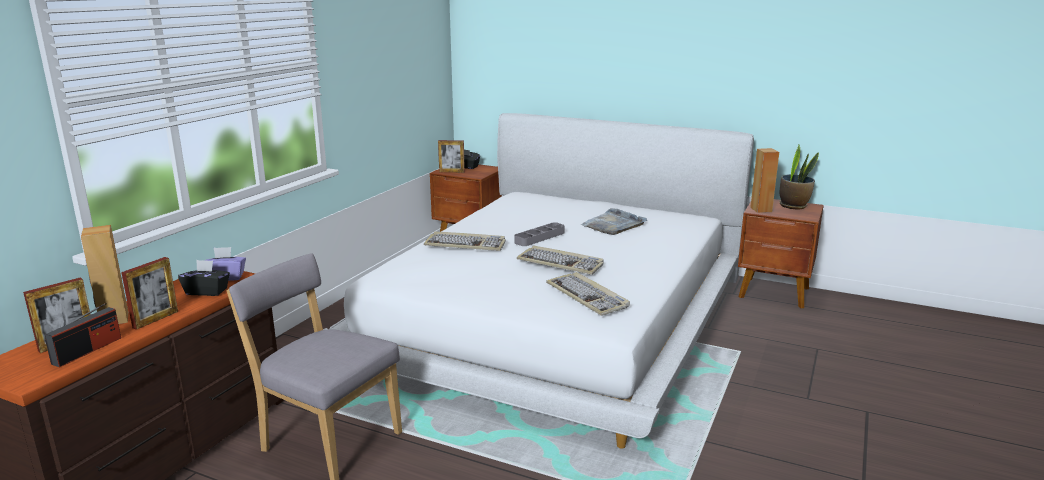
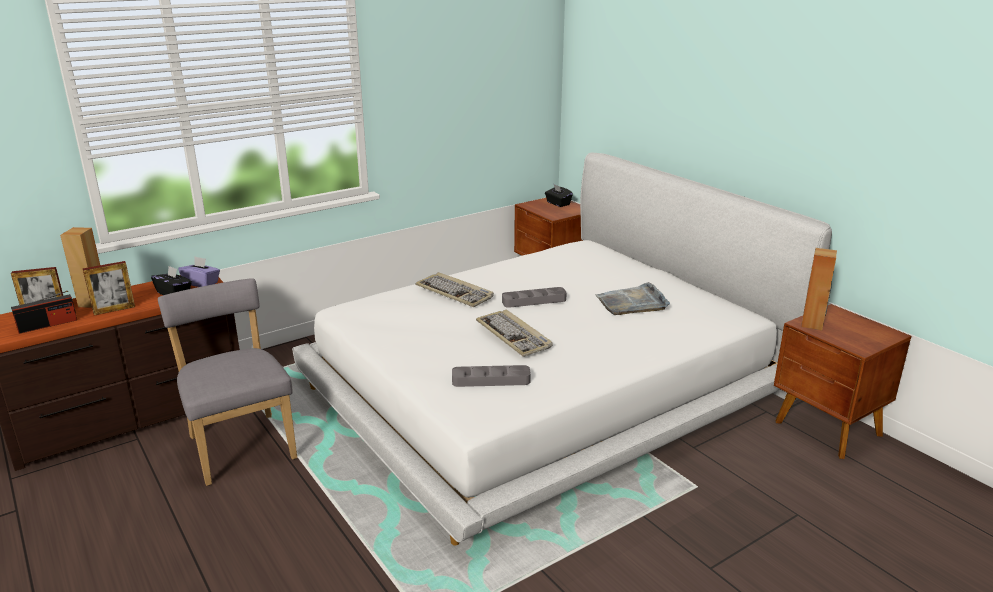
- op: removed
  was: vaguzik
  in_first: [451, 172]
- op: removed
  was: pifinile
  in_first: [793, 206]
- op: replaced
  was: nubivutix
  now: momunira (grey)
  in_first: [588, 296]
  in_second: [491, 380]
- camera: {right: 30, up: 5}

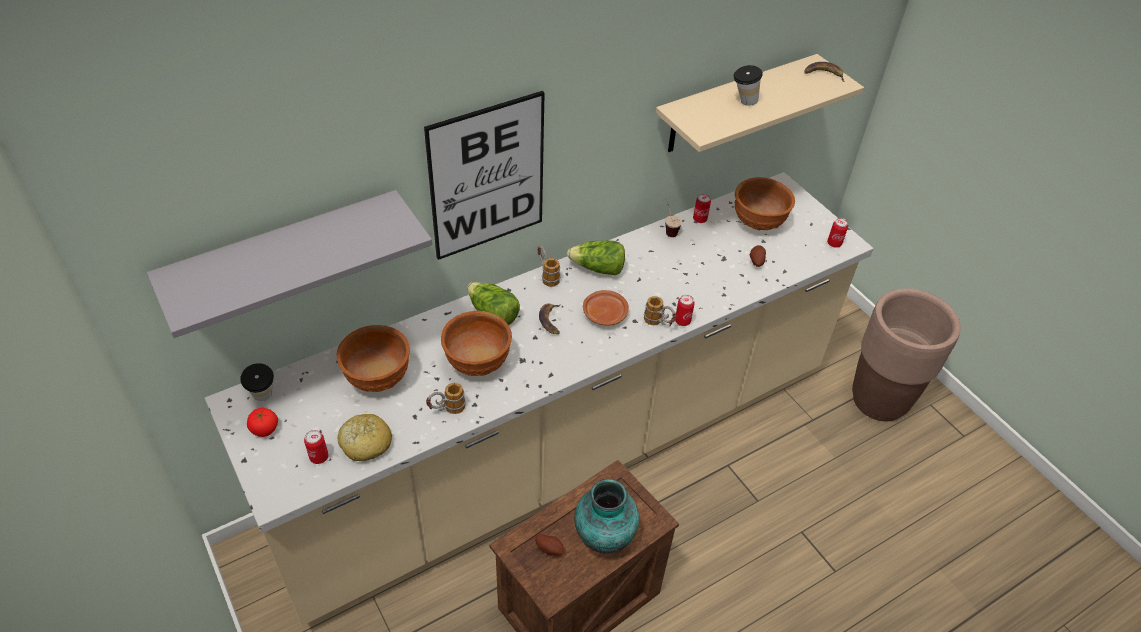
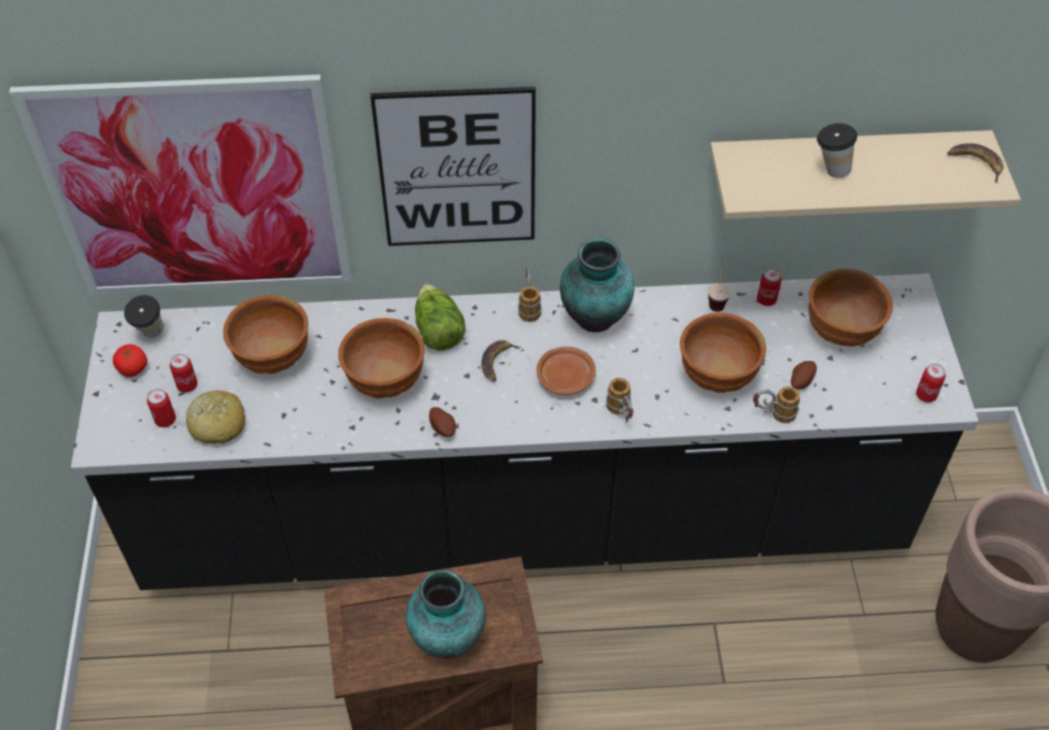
- op: added
  now: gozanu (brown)
  in_second: [716, 375]
- op: moved
  was: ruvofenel
  in_first: [446, 410]
  in_second: [772, 414]
- op: moved
  was: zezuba
  in_first: [550, 548]
  in_second: [443, 428]
- op: moved
  was: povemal
  in_first: [682, 321]
  in_second: [187, 385]
- op: replaced
  was: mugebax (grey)
  now: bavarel
  in_first: [284, 255]
  in_second: [196, 190]
- op: replaced
  was: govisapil
  now: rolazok
  in_first: [598, 268]
  in_second: [595, 319]
- op: recoloured
  was: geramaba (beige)
  now: geramaba (black)
  in_first: [562, 452]
  in_second: [524, 522]
- camera: {right: 30, up: 5}

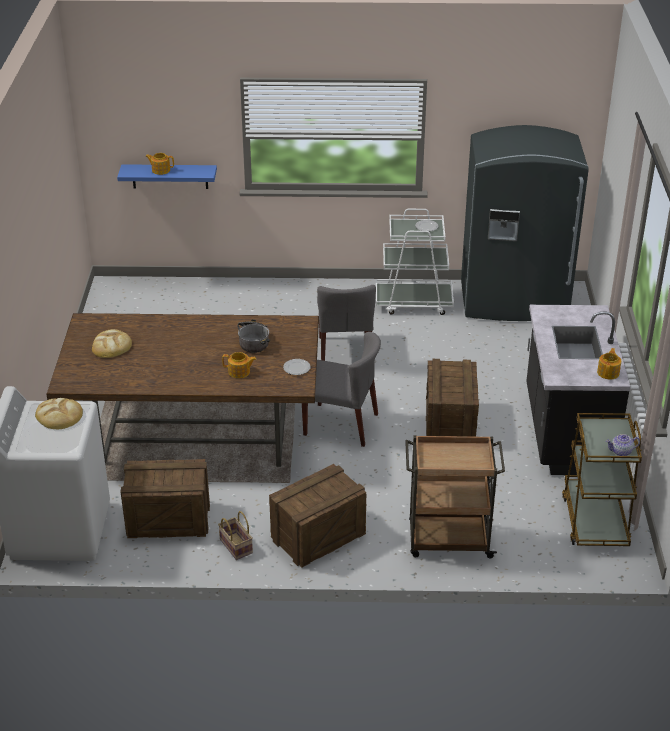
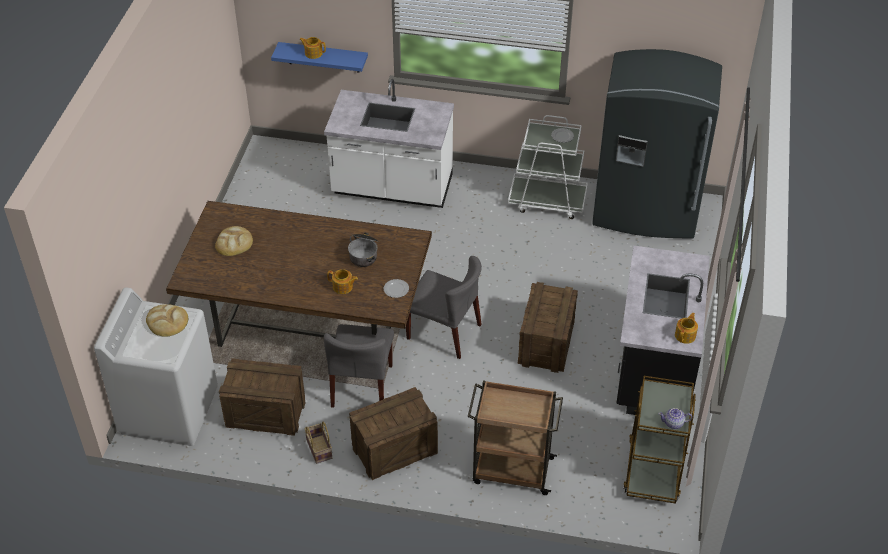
- op: added
  now: geramaba (white)
  in_second: [392, 188]
- op: moved
  was: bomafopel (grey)
  in_first: [345, 353]
  in_second: [362, 386]
- camera: {right: 10, up: 10}

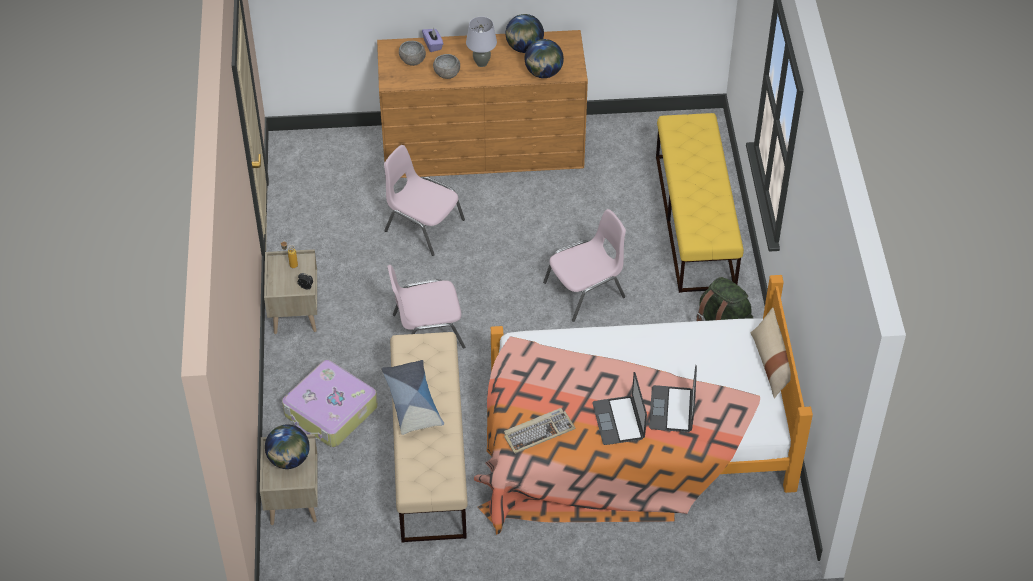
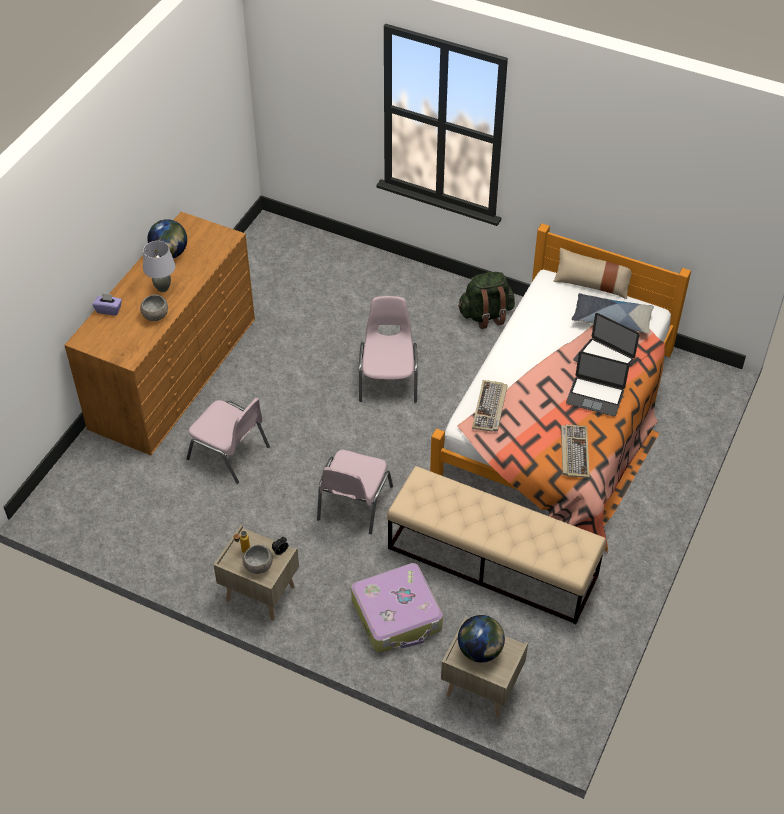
- op: removed
  was: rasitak
  in_first: [543, 73]
- op: removed
  was: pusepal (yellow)
  in_first: [695, 221]
- op: added
  now: nubivutix
  in_second: [490, 408]
- op: moved
  was: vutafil
  in_first: [412, 402]
  in_second: [611, 319]
- op: moved
  was: gozanu (grey)
  in_first: [413, 61]
  in_second: [259, 566]
- op: turned
  was: bomafopel (pink)
  in_first: [423, 225]
  in_second: [230, 453]
  clockwise: -120
- camera: {right: -60, up: 0}

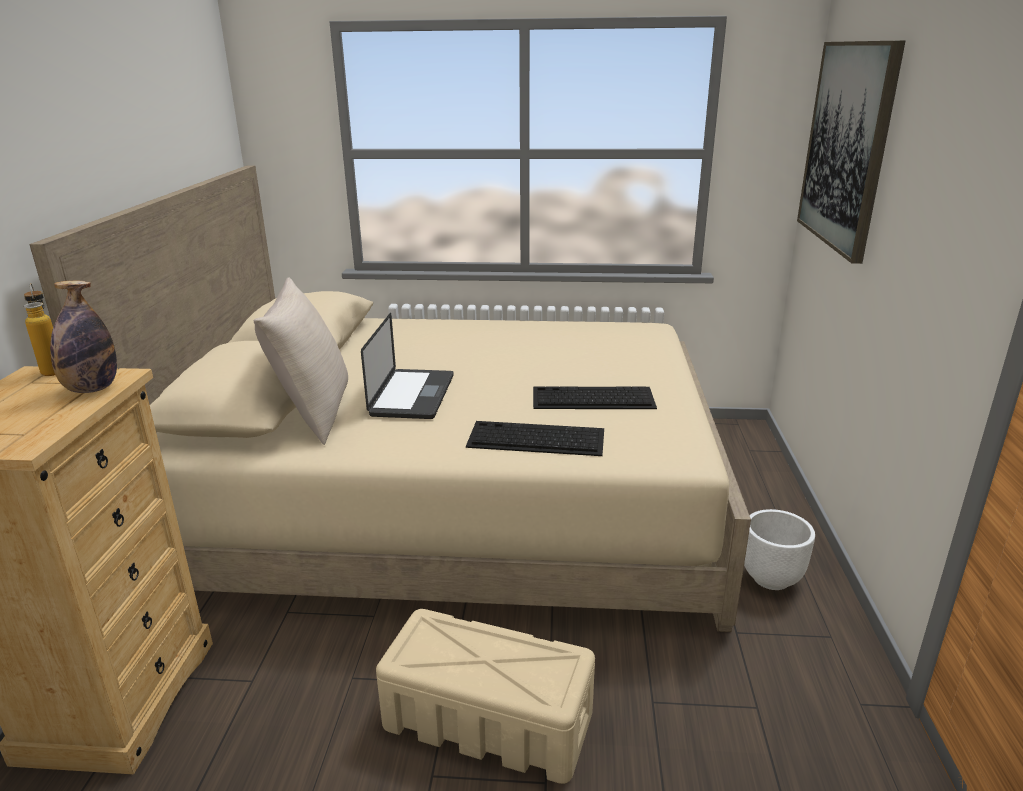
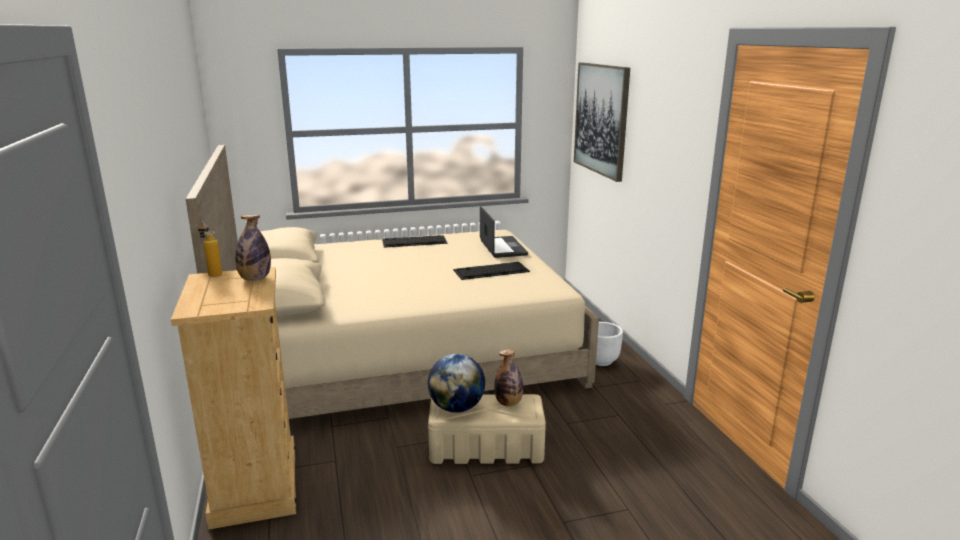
- op: removed
  was: vutafil (beige)
  in_first: [313, 414]
- op: added
  now: rasitak
  in_second: [456, 408]
- op: added
  now: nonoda
  in_second: [508, 403]
- op: moved
  was: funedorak
  in_first: [412, 395]
  in_second: [503, 248]
- op: moved
  was: nubivutix
  in_first: [534, 438]
  in_second: [413, 241]
- camera: {right: -20, up: -5}

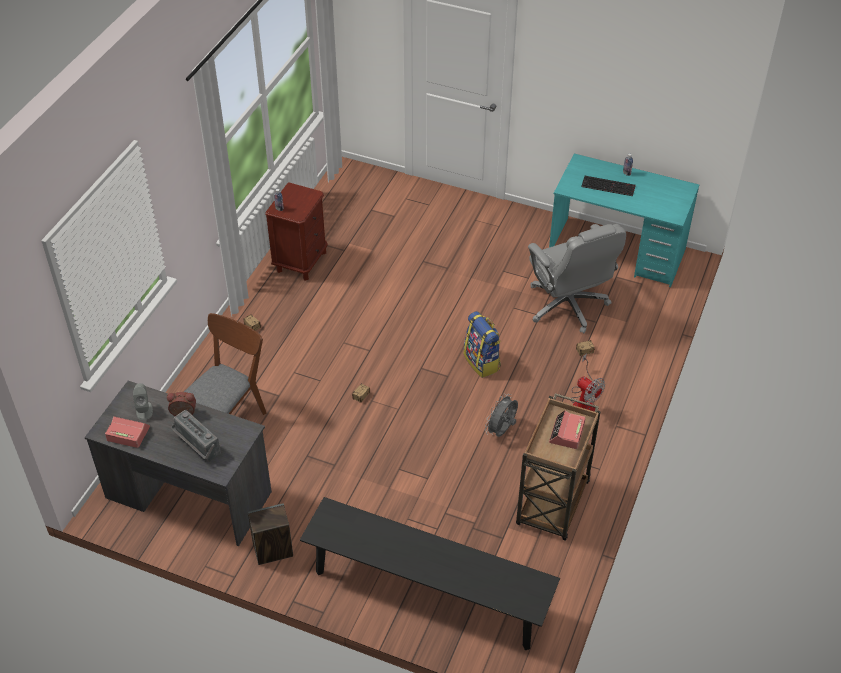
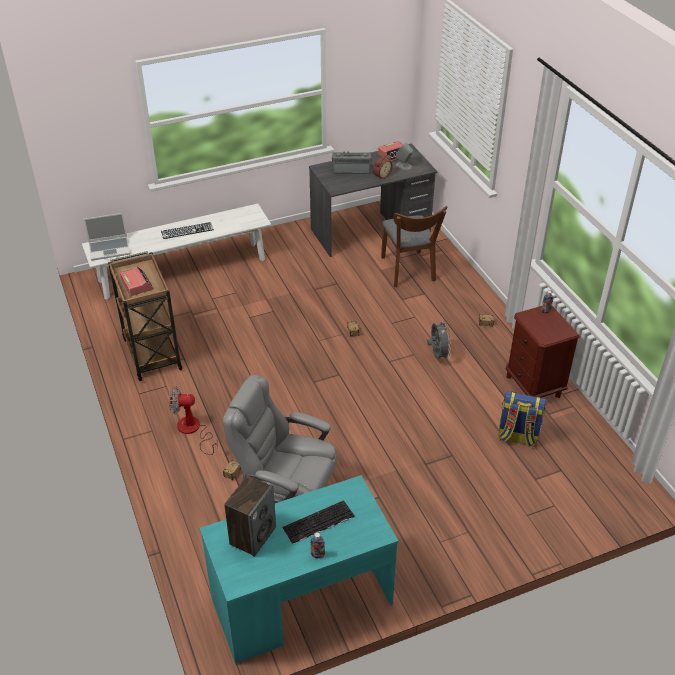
- op: added
  now: funedorak
  in_second: [110, 249]
- op: added
  now: nubivutix
  in_second: [187, 230]
- op: moved
  was: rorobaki
  in_first: [273, 551]
  in_second: [252, 535]
- op: moved
  was: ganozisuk
  in_first: [482, 362]
  in_second: [517, 437]
- op: moved
  was: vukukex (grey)
  in_first: [502, 431]
  in_second: [437, 356]
- op: recoloured
  was: pusepal (black)
  now: pusepal (white)
  in_first: [427, 593]
  in_second: [182, 270]
- camera: {right: 135, up: -5}

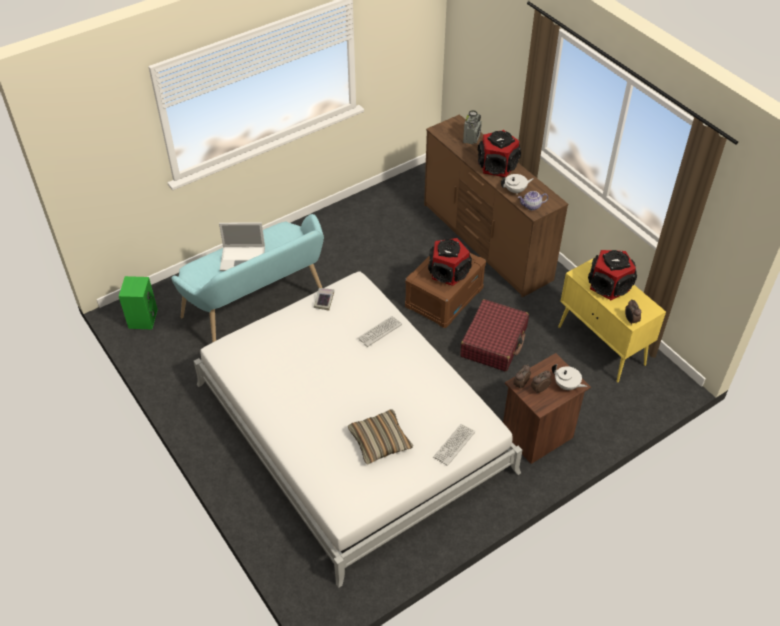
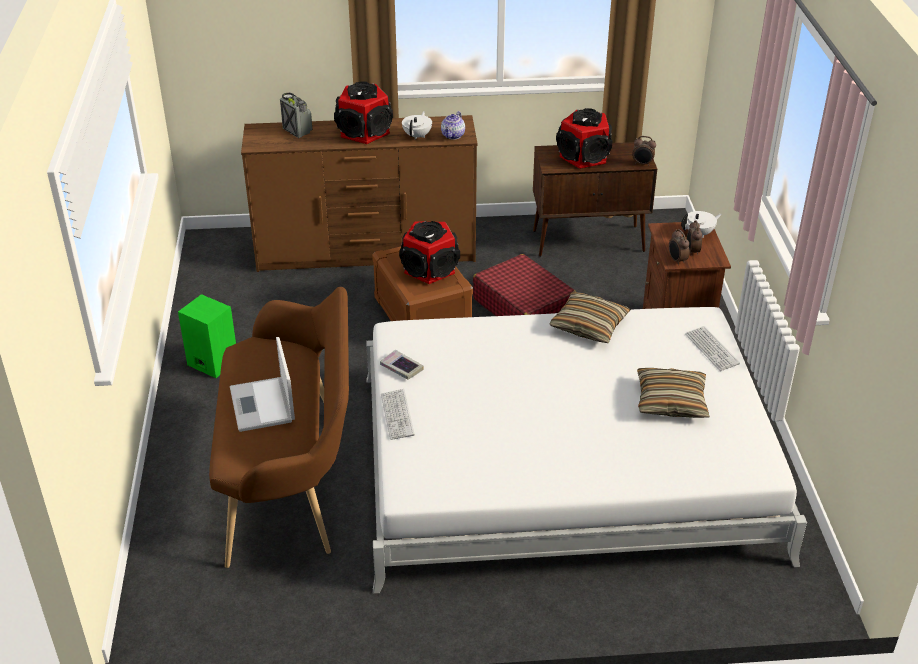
- op: added
  now: vutafil
  in_second: [589, 325]
- op: moved
  was: rorobaki (green)
  in_first: [142, 318]
  in_second: [211, 362]
- op: moved
  was: nubivutix
  in_first: [379, 331]
  in_second: [397, 415]
- op: recoloured
  was: pusepal (turquoise)
  now: pusepal (brown)
  in_first: [259, 311]
  in_second: [292, 480]
- op: recoloured
  was: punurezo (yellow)
  now: punurezo (brown)
  in_first: [602, 346]
  in_second: [589, 241]
- op: turned
  was: funedorak
  in_first: [243, 258]
  in_second: [262, 405]
  clockwise: 135
- camera: {right: -60, up: -10}

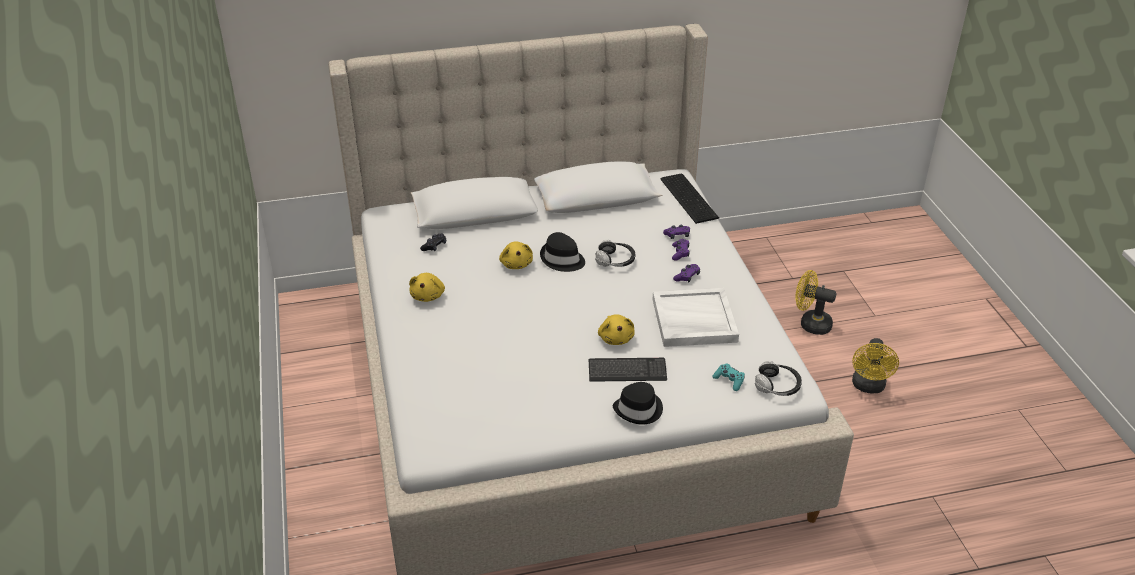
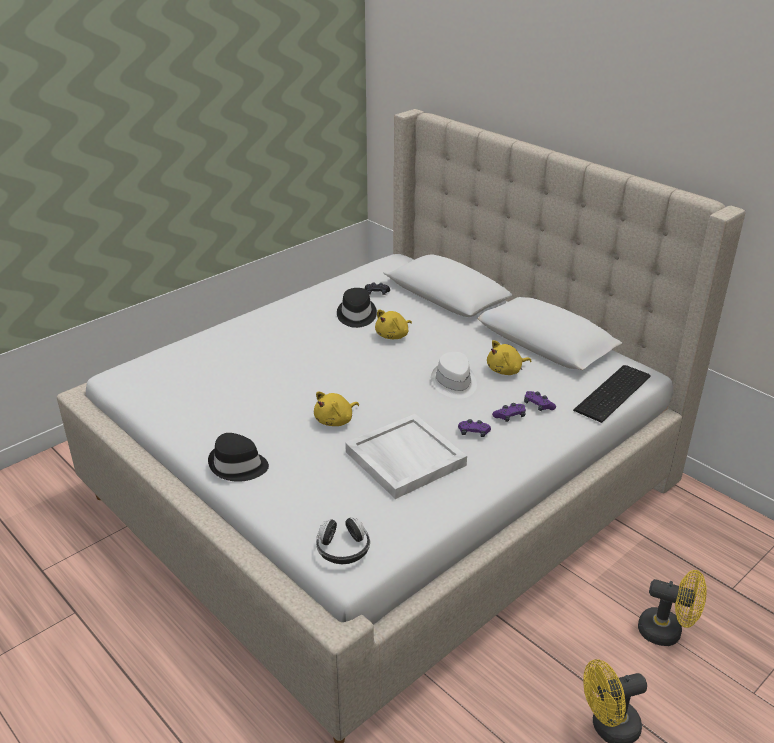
- op: removed
  was: nubivutix
  in_first: [627, 371]
- op: removed
  was: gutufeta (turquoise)
  in_first: [729, 380]
- op: moved
  was: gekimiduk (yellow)
  in_first: [428, 295]
  in_second: [506, 370]
- op: moved
  was: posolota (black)
  in_first: [562, 259]
  in_second: [356, 315]
- op: replaced
  was: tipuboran
  now: posolota (white)
  in_first: [615, 261]
  in_second: [454, 383]
- op: turned
  was: vukukex (yellow)
  in_first: [810, 324]
  in_second: [667, 632]
  clockwise: 120
- camera: {right: 60, up: -5}

